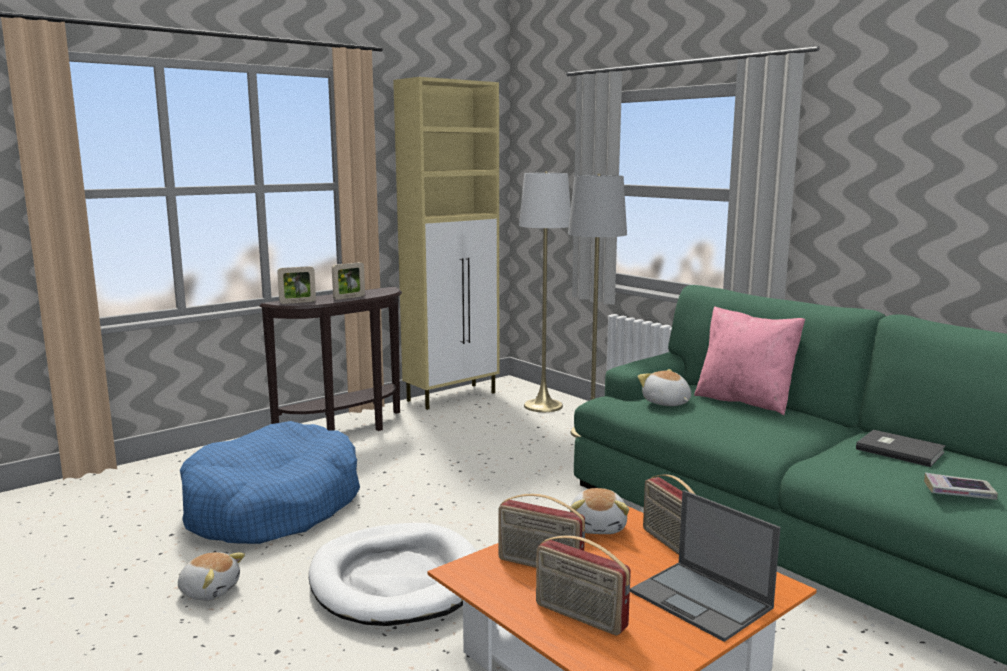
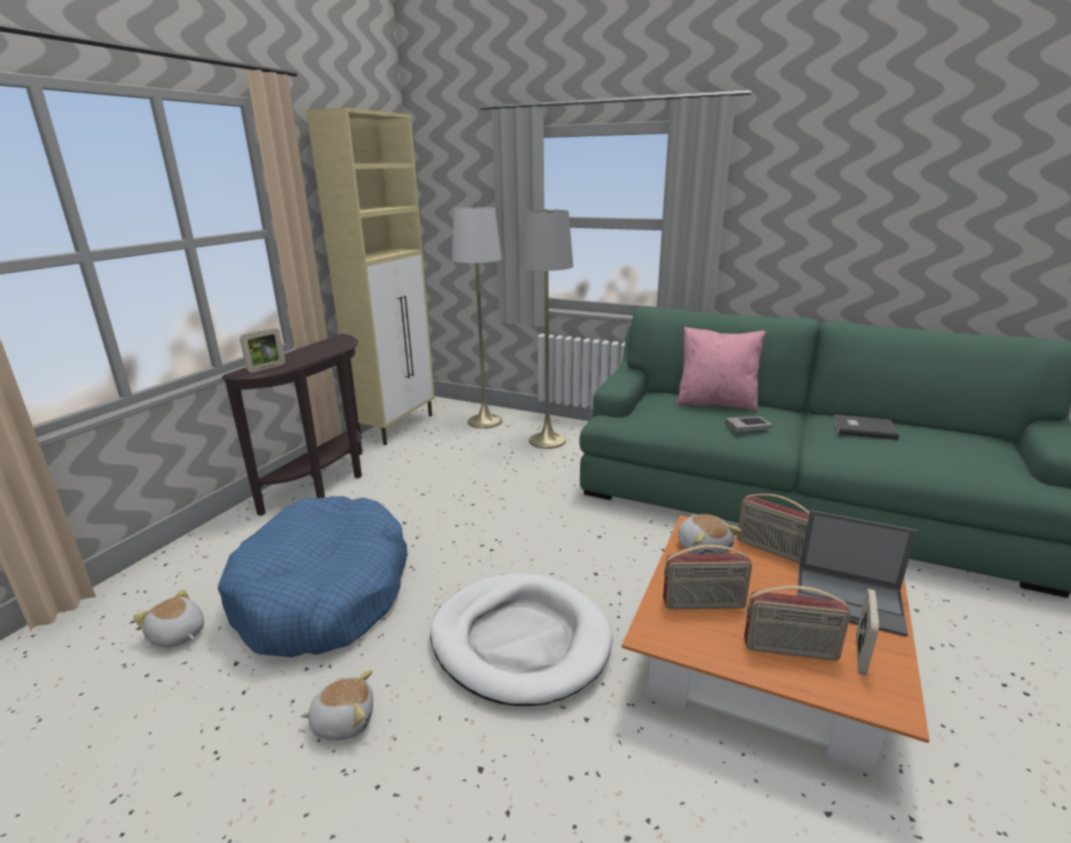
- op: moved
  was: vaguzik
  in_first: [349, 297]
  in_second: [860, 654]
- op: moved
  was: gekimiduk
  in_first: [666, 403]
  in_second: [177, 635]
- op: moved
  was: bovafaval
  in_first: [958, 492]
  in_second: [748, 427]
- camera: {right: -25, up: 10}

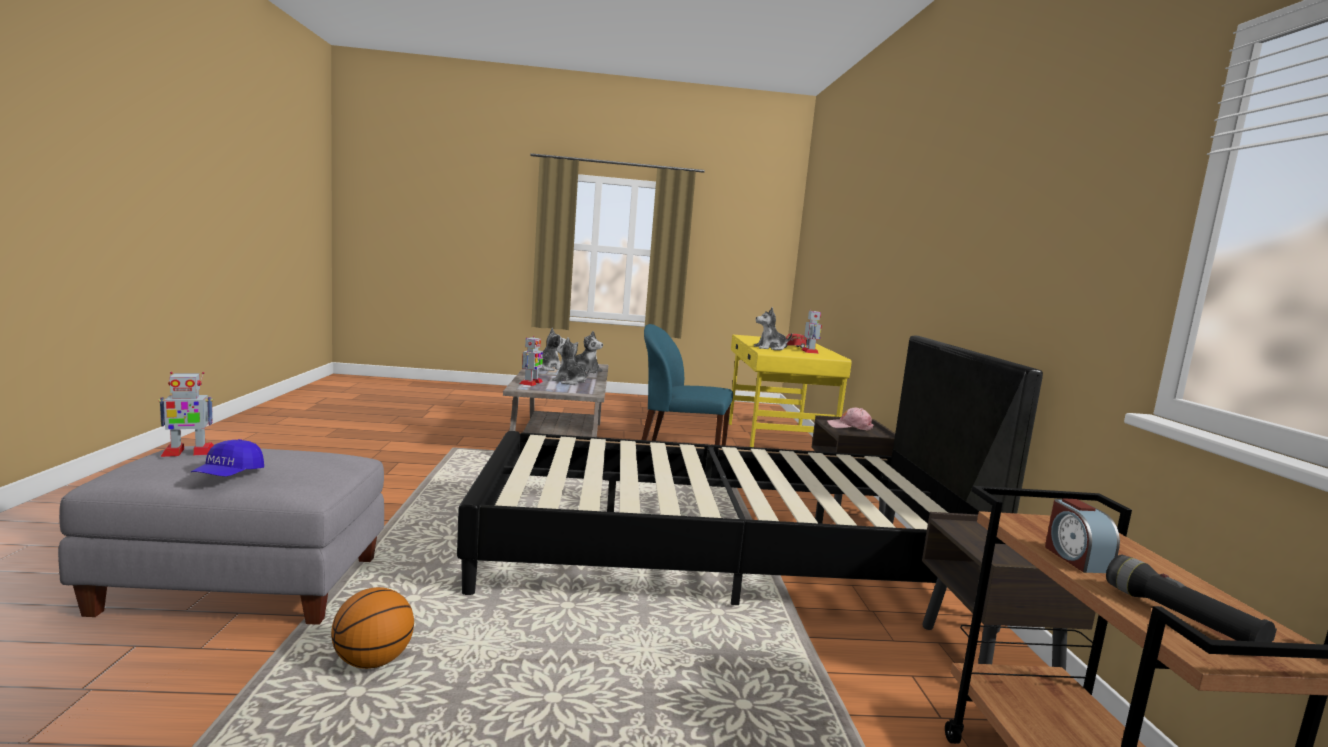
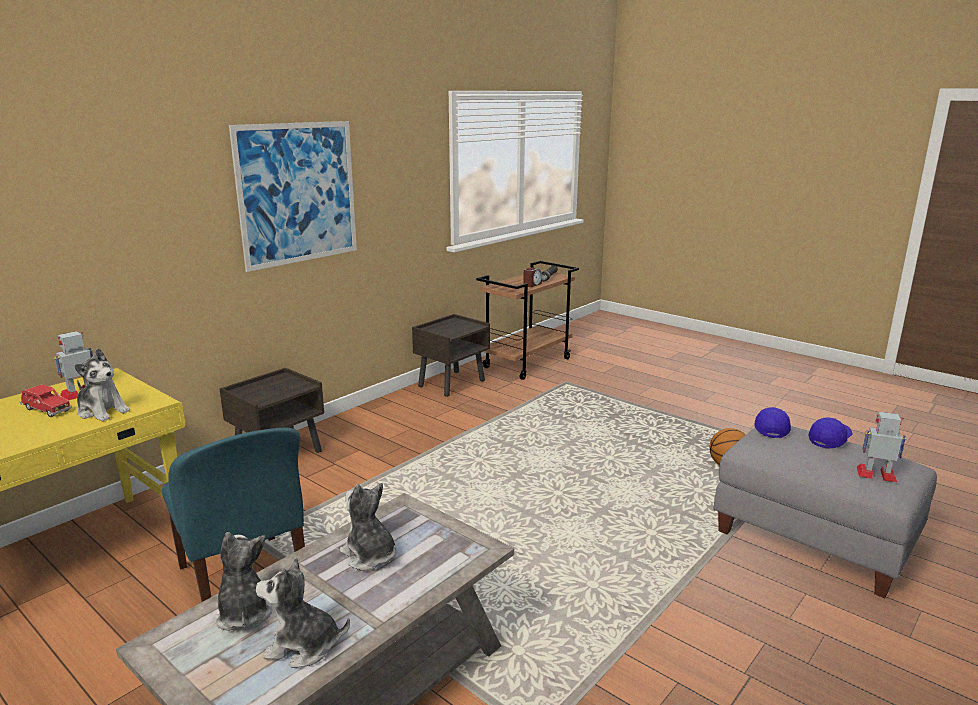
- op: removed
  was: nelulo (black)
  in_first: [717, 553]
- op: removed
  was: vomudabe
  in_first: [531, 383]
- op: removed
  was: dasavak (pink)
  in_first: [849, 426]
- op: added
  now: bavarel
  in_second: [298, 193]
- op: added
  now: dasavak (blue)
  in_second: [771, 428]
- op: turned
  was: gekimiduk
  in_first: [570, 382]
  in_second: [370, 556]
  clockwise: 150
- camera: {right: -135, up: 10}

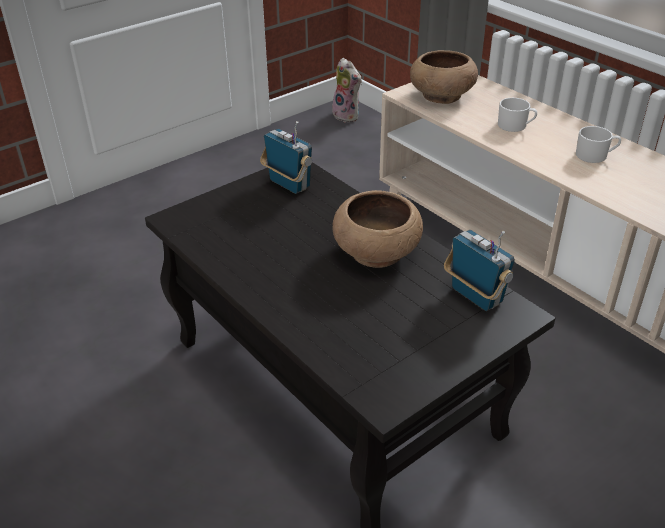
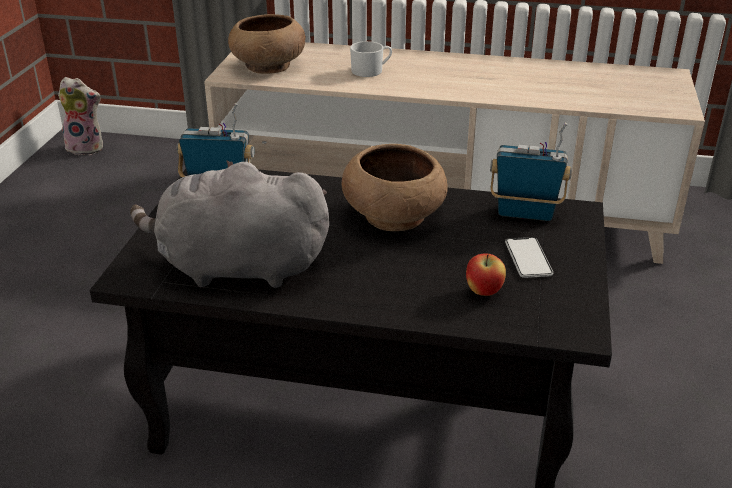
- op: removed
  was: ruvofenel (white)
  in_first: [595, 156]
- op: added
  now: gekimiduk (grey)
  in_second: [236, 268]
- op: added
  now: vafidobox
  in_second: [484, 292]
- op: added
  now: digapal
  in_second: [528, 258]
- camera: {right: -40, up: -5}

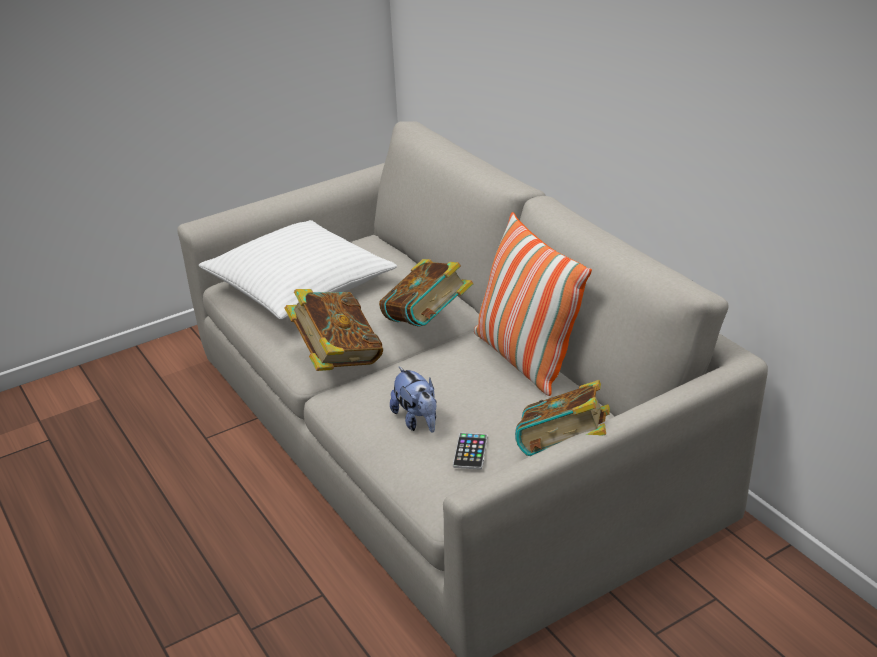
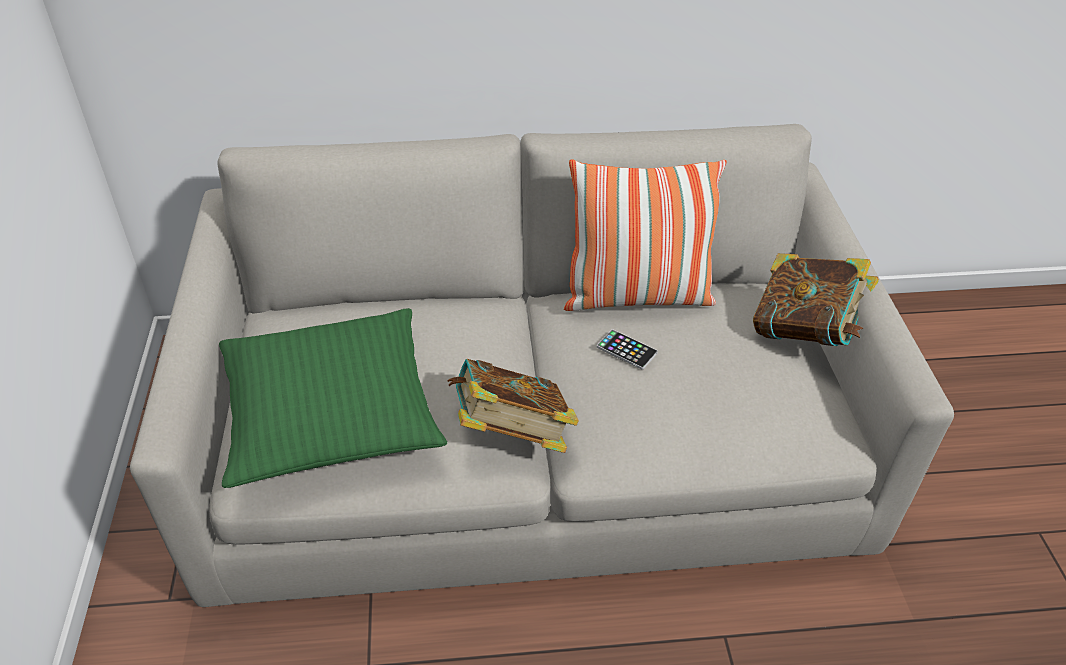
- op: removed
  was: bovafaval
  in_first: [426, 323]
- op: removed
  was: gekimiduk
  in_first: [417, 420]
- op: moved
  was: digapal
  in_first: [470, 451]
  in_second: [626, 350]
- op: recoloured
  was: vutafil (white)
  now: vutafil (green)
  in_first: [299, 285]
  in_second: [330, 412]
- camera: {right: -65, up: 10}

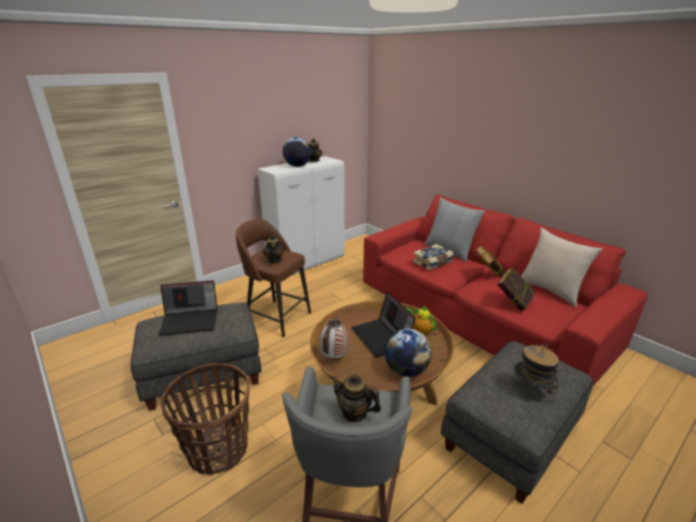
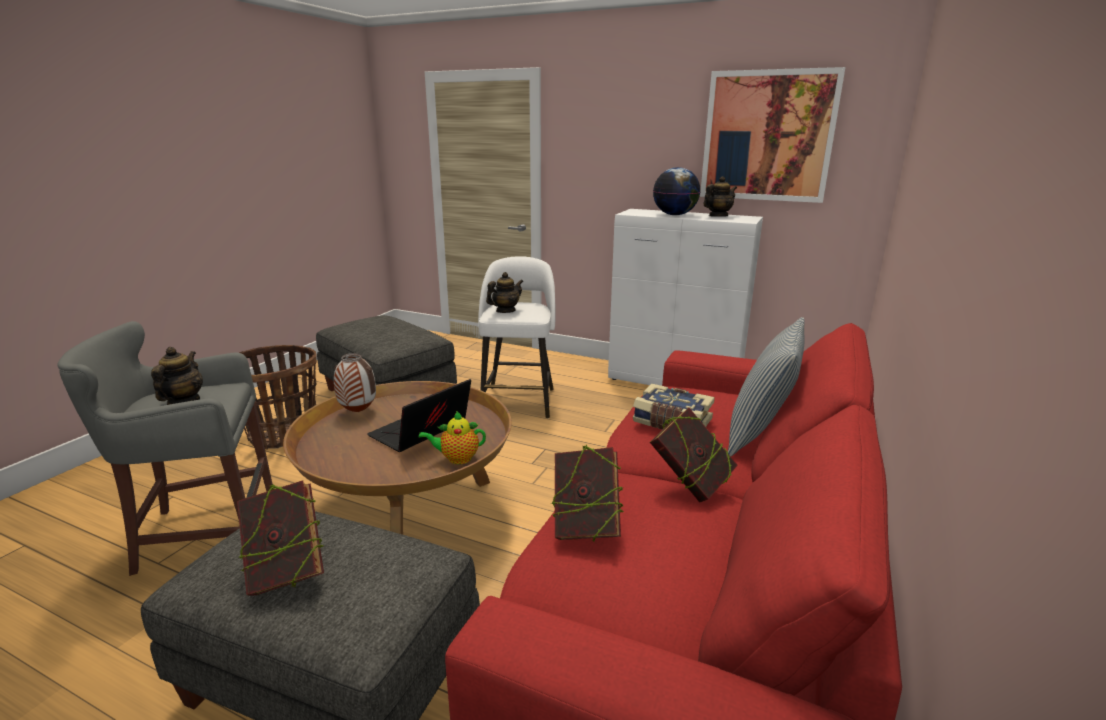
- op: removed
  was: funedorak
  in_first: [191, 320]
- op: removed
  was: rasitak
  in_first: [406, 370]
- op: removed
  was: vutafil (beige)
  in_first: [551, 290]
- op: added
  now: bavarel
  in_second: [767, 136]
- op: replaced
  was: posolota
  now: bovafaval
  in_first: [531, 390]
  in_second: [287, 573]
- op: recoloured
  was: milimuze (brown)
  now: milimuze (white)
  in_first: [277, 317]
  in_second: [519, 400]
- op: turned
  was: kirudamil
  in_first: [420, 330]
  in_second: [457, 458]
  clockwise: -120
- camera: {right: 65, up: -5}

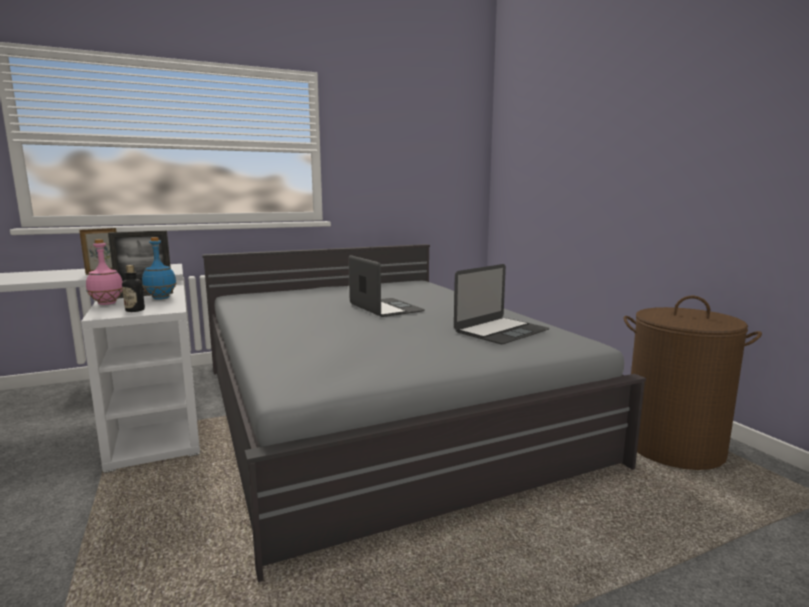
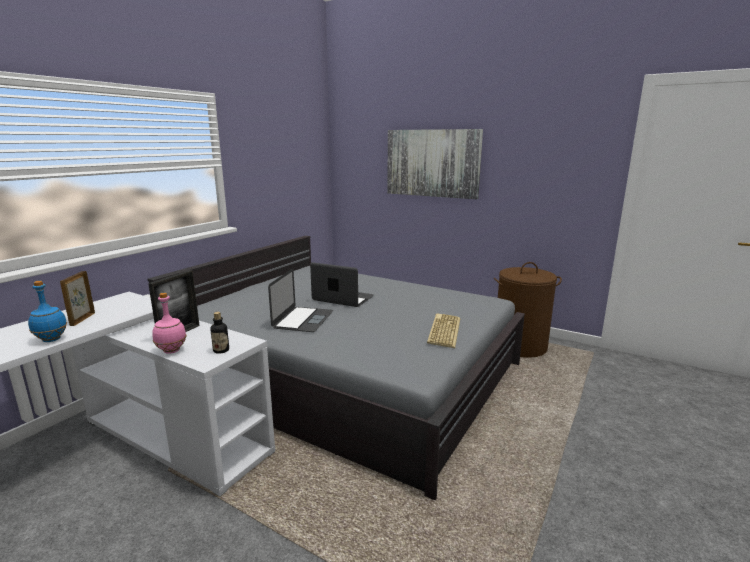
- op: added
  now: bavarel
  in_second: [432, 163]
- op: added
  now: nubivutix
  in_second: [443, 330]
- op: moved
  was: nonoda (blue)
  in_first: [160, 298]
  in_second: [51, 340]
- op: moved
  was: funedorak
  in_first: [501, 331]
  in_second: [303, 319]
- camera: {right: -35, up: 5}

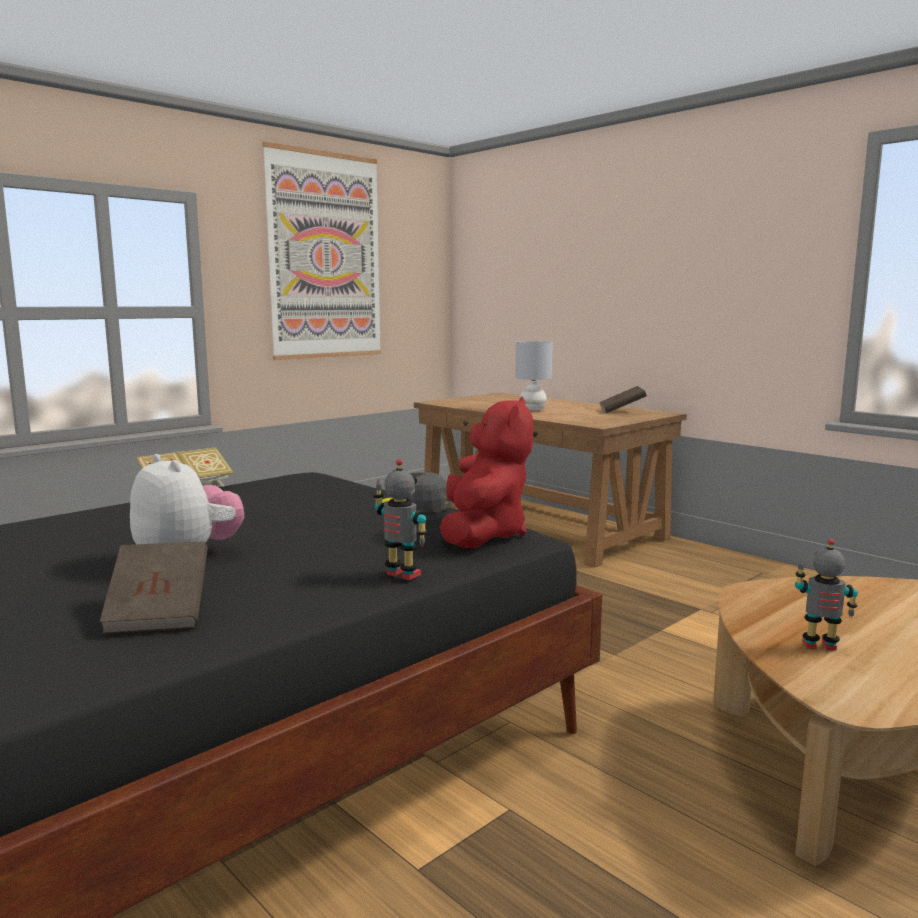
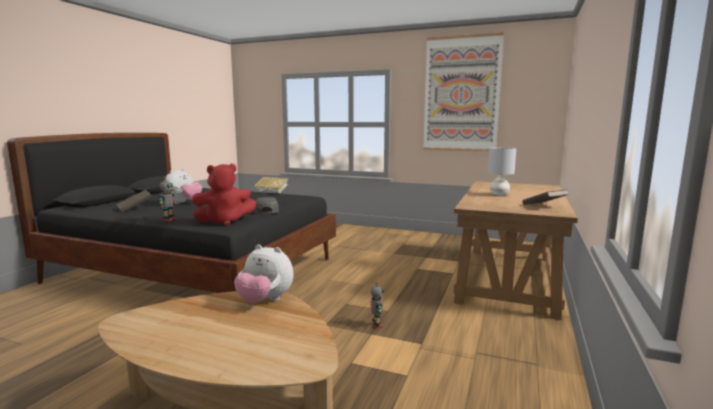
- op: added
  now: gekimiduk
  in_second: [265, 301]
- op: moved
  was: vomudabe
  in_first: [820, 646]
  in_second: [376, 325]
- camera: {right: 65, up: 0}

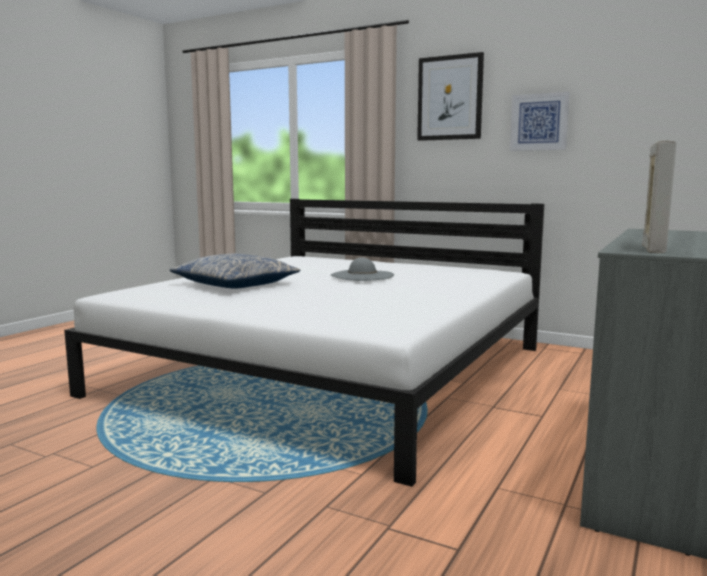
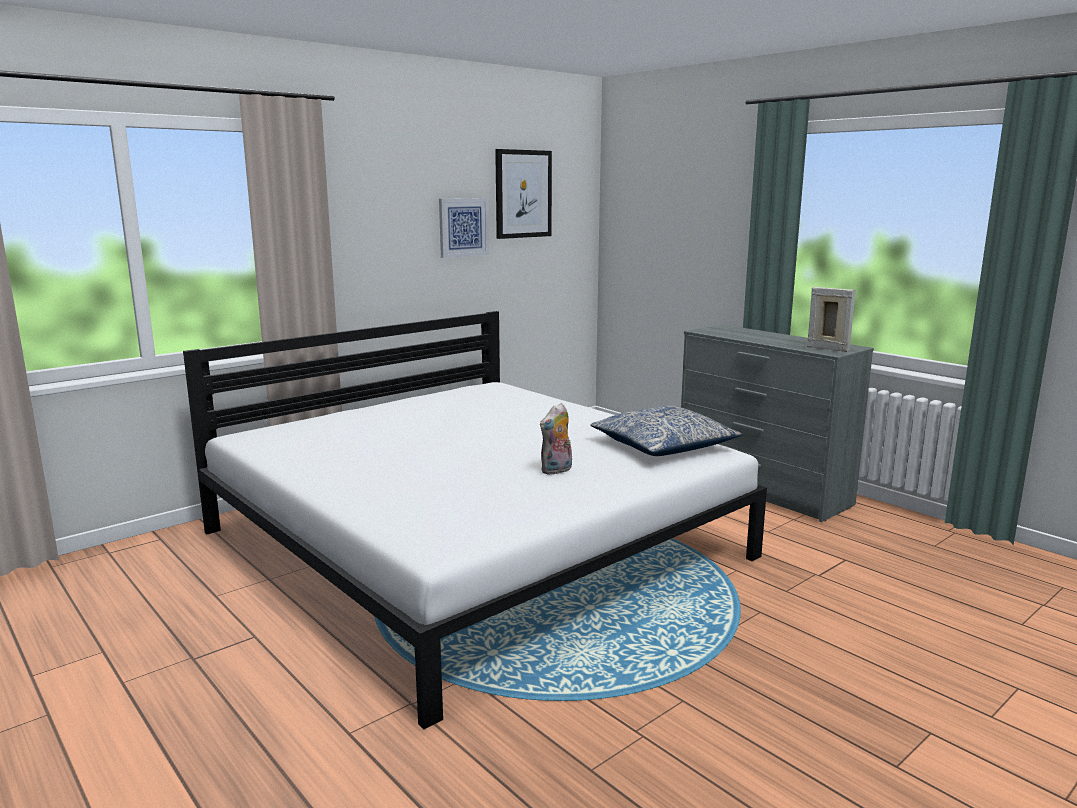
- op: removed
  was: posolota (grey)
  in_first: [362, 275]
- op: added
  now: gekimiduk
  in_second: [557, 470]
- op: moved
  was: vutafil
  in_first: [235, 284]
  in_second: [663, 446]
- op: moved
  was: bavarel
  in_first: [450, 98]
  in_second: [523, 194]
- camera: {right: -70, up: 5}

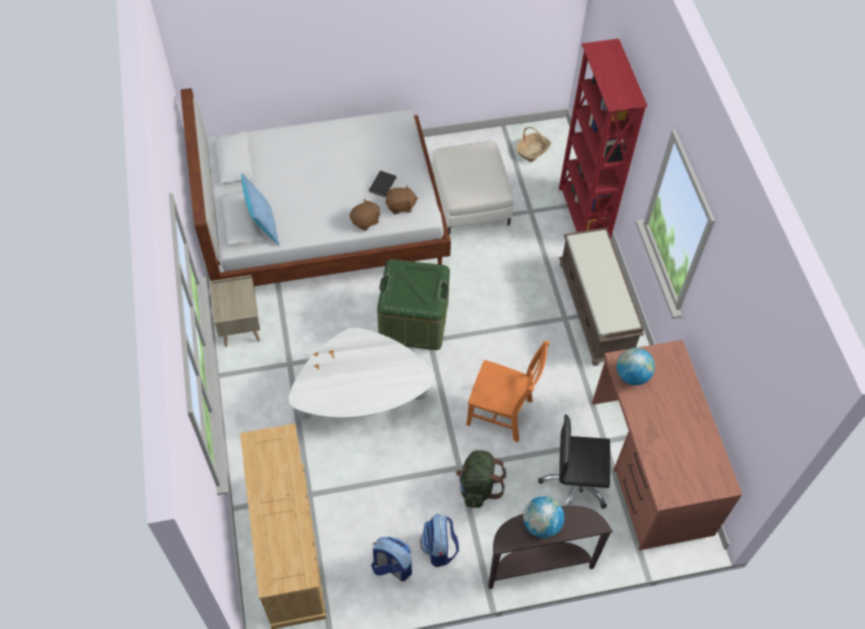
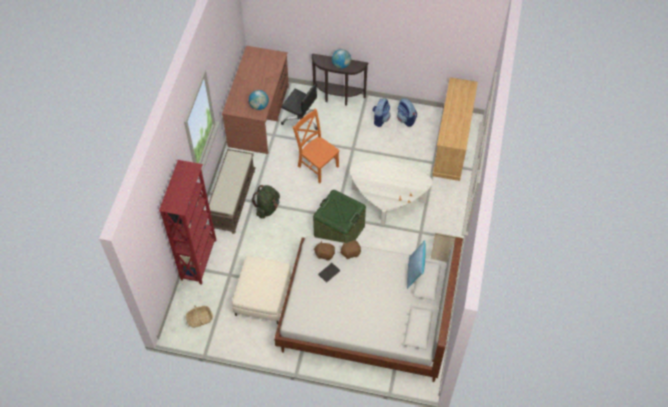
- op: moved
  was: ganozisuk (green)
  in_first: [478, 486]
  in_second: [267, 208]
- camera: {right: -155, up: 0}

